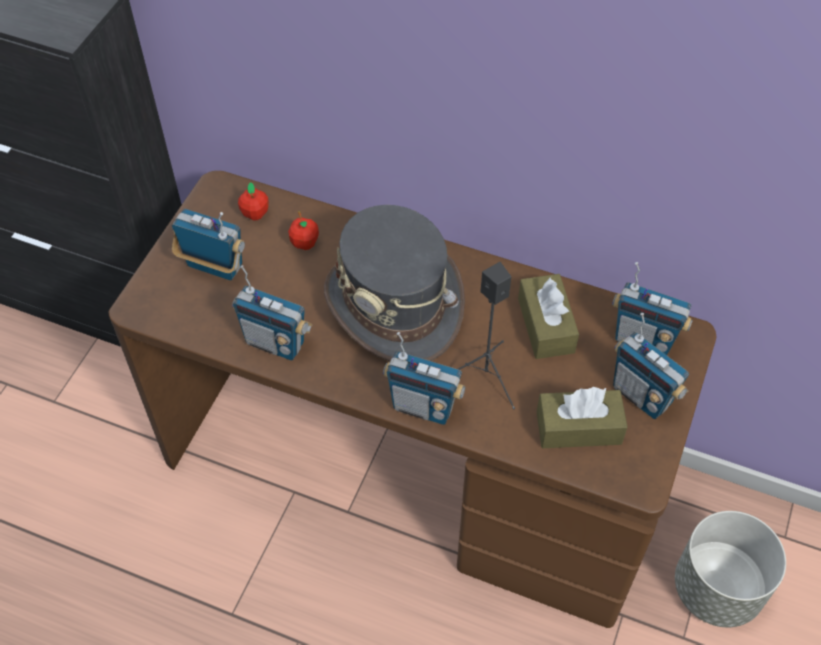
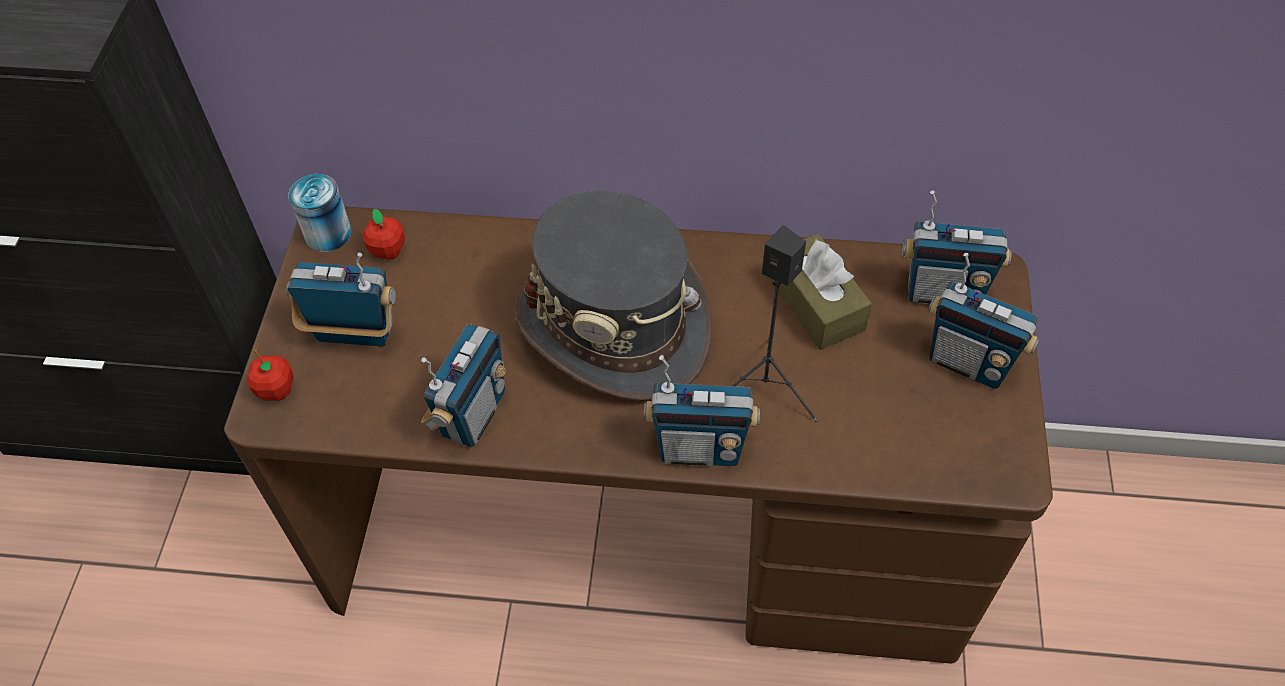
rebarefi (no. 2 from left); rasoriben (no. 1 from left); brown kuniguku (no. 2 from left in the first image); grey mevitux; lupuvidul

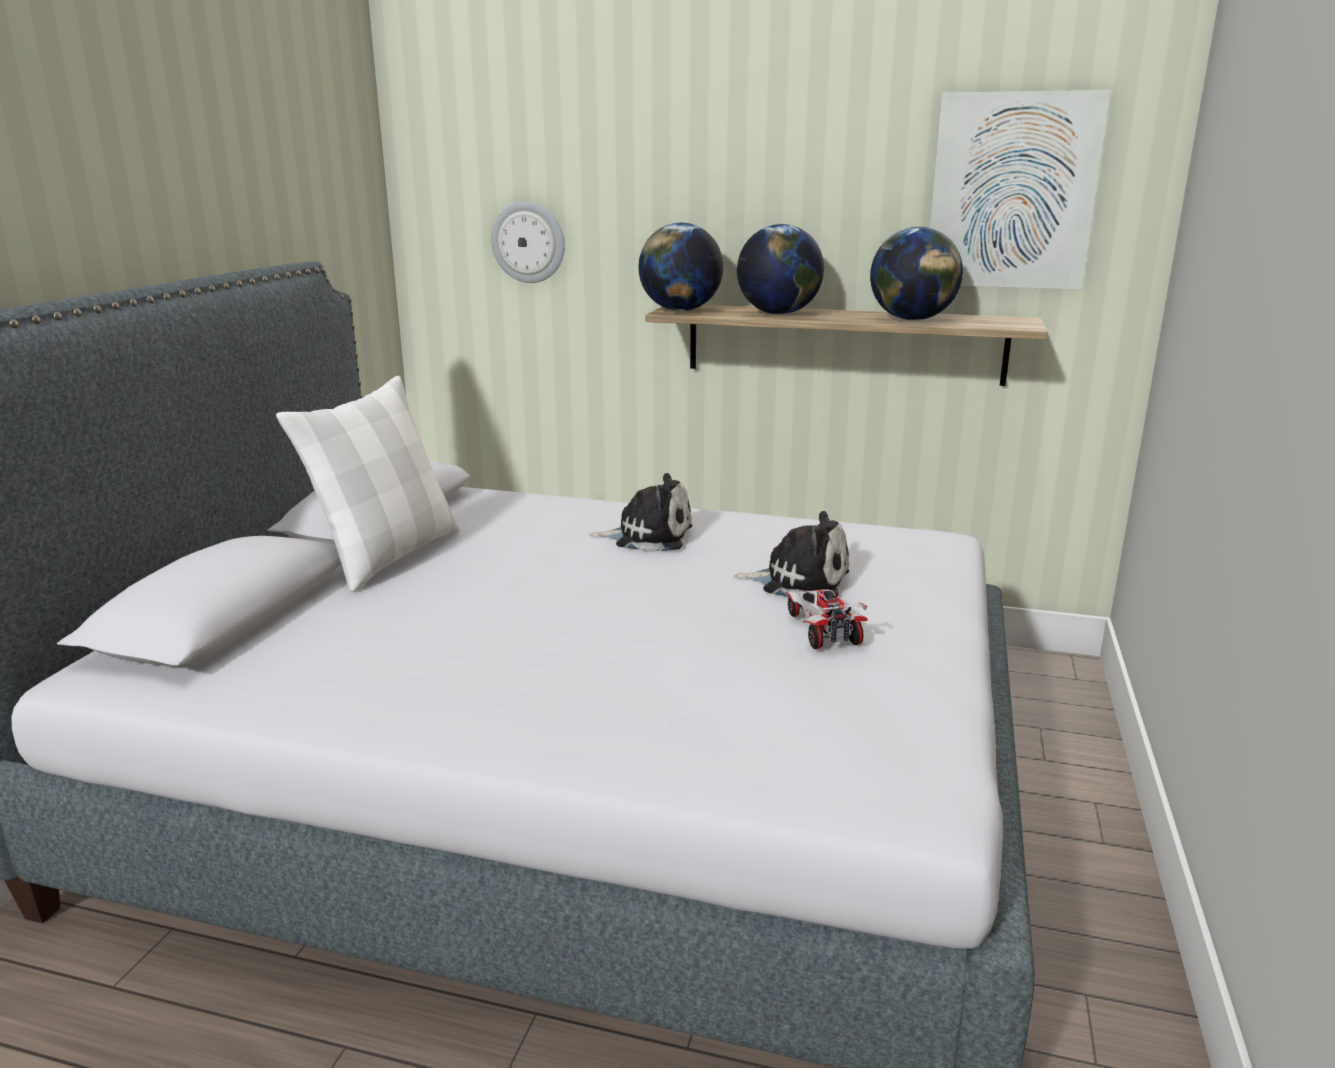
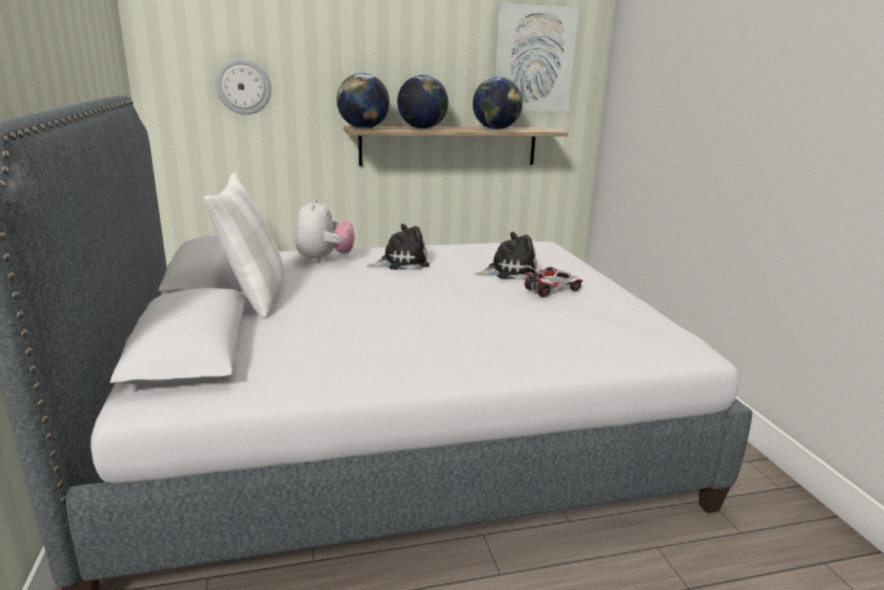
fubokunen; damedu (no. 1 from left)

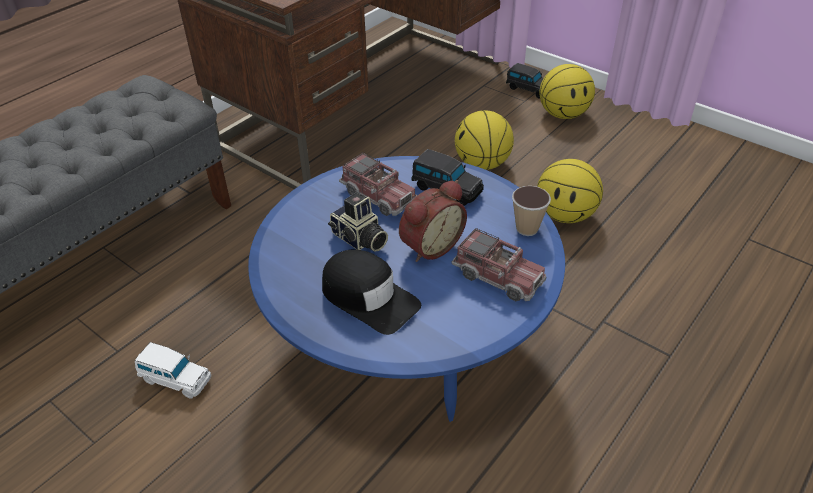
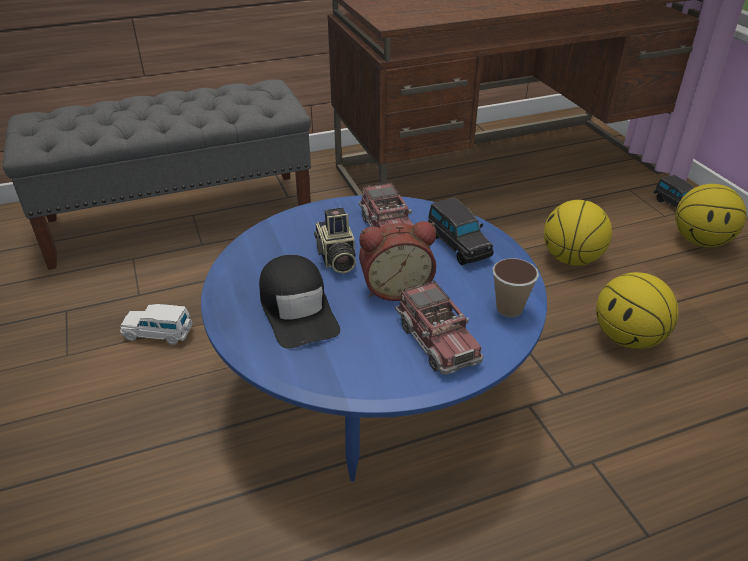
white fubokunen

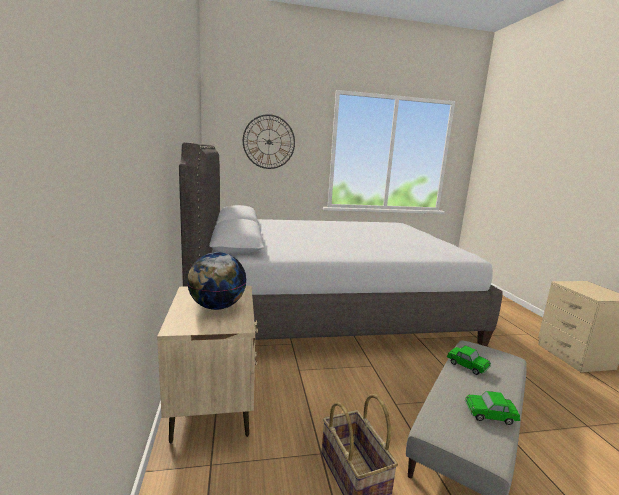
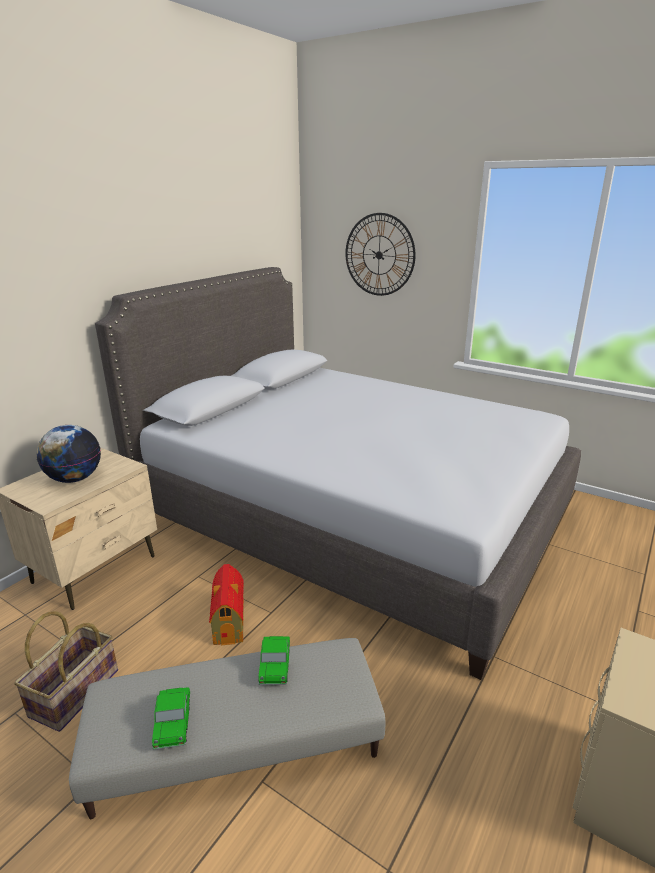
fubokunen (no. 1 from left); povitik

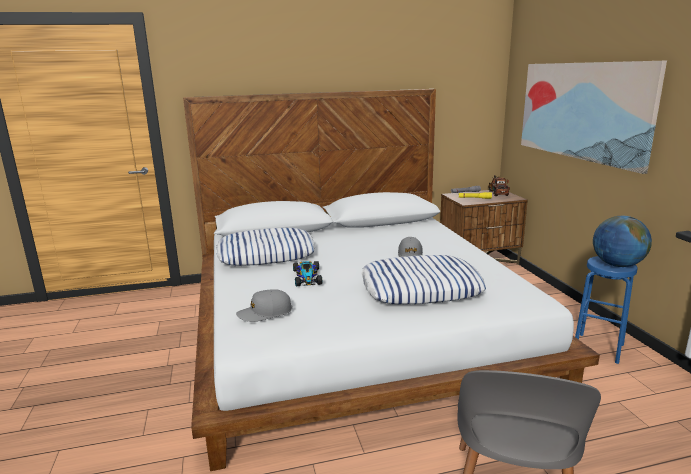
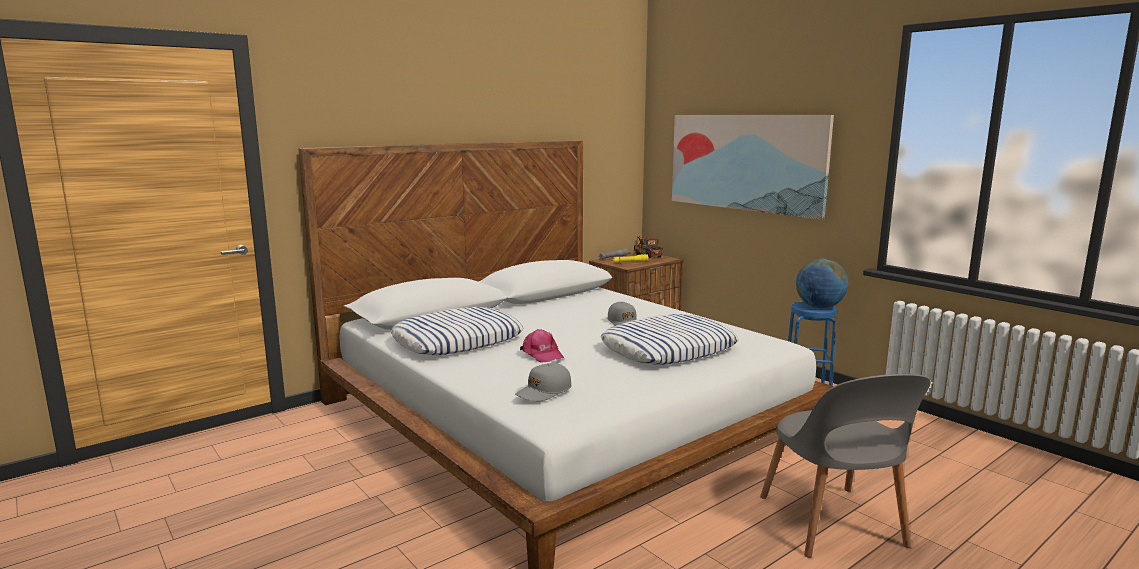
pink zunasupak

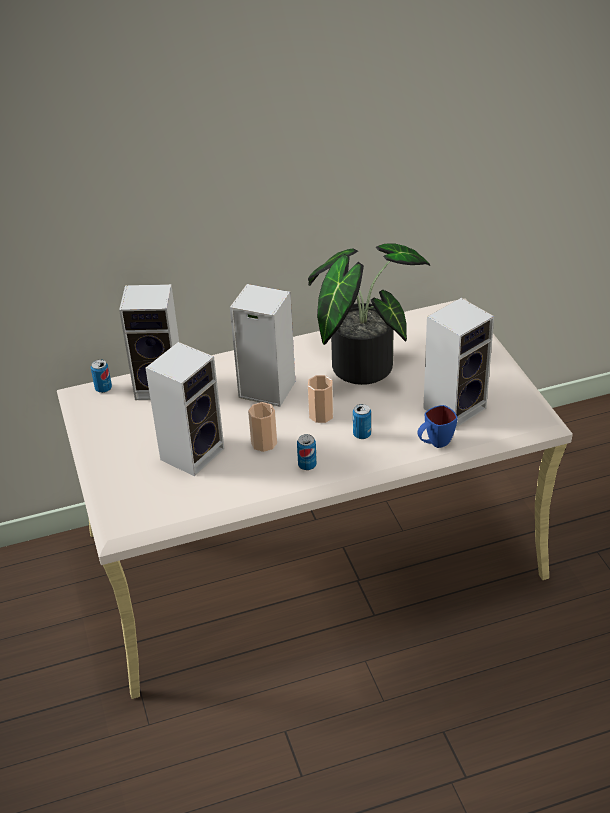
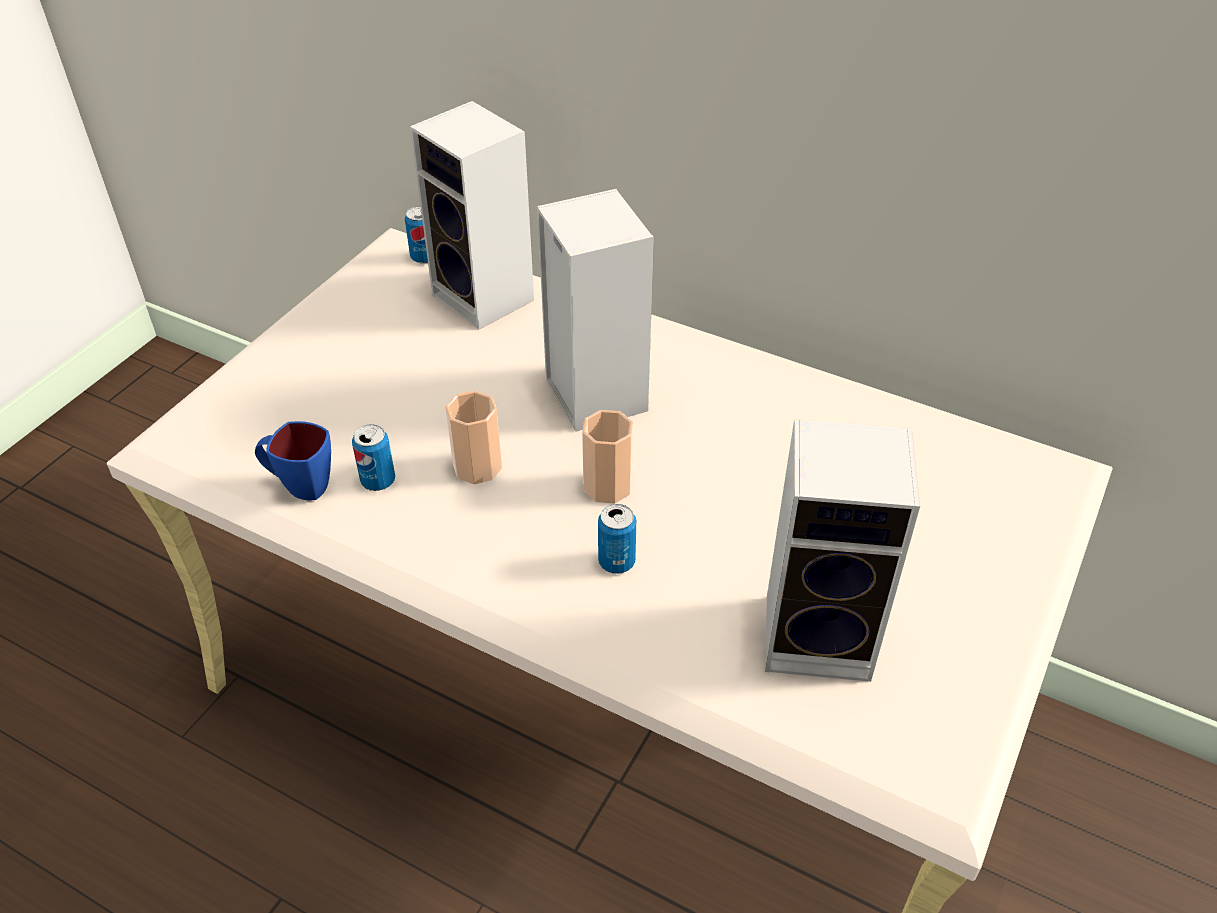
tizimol (no. 2 from left in the first image); lupuvidul (no. 1 from left); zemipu; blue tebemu

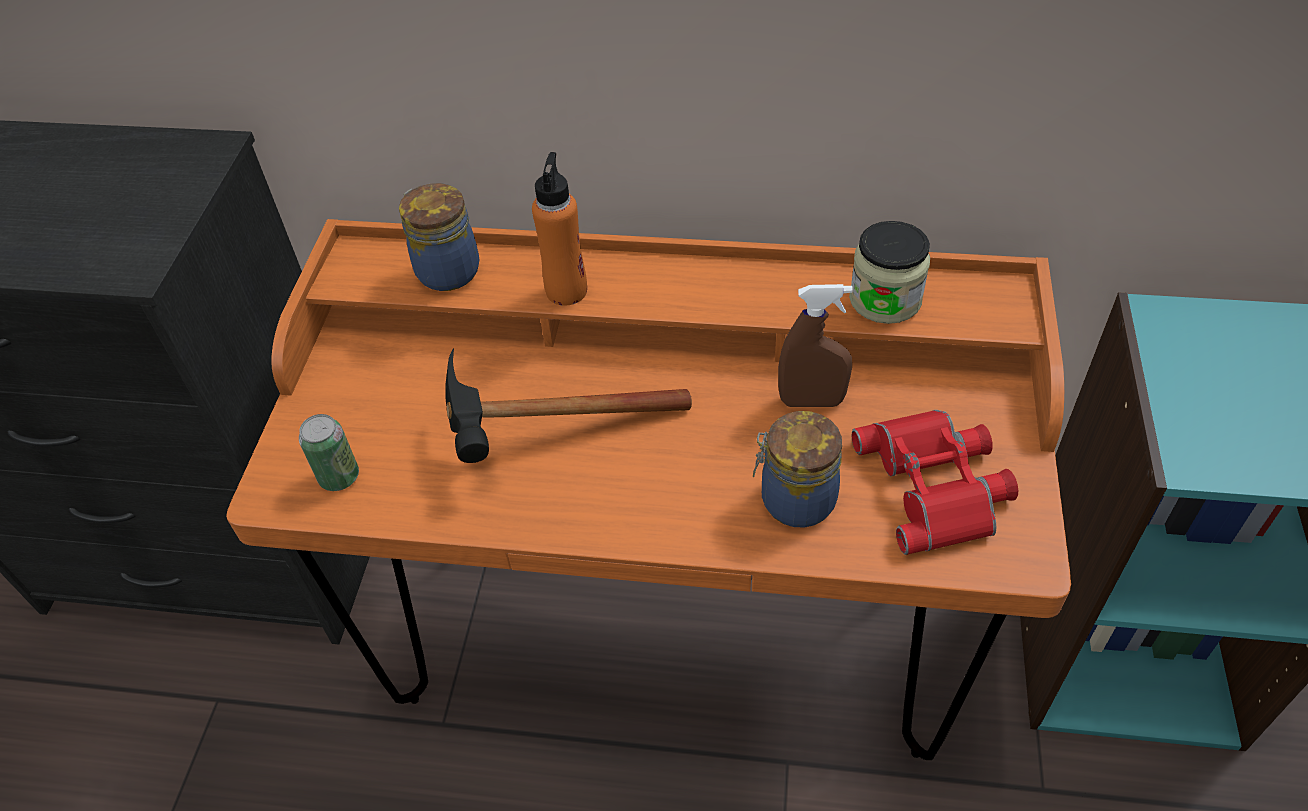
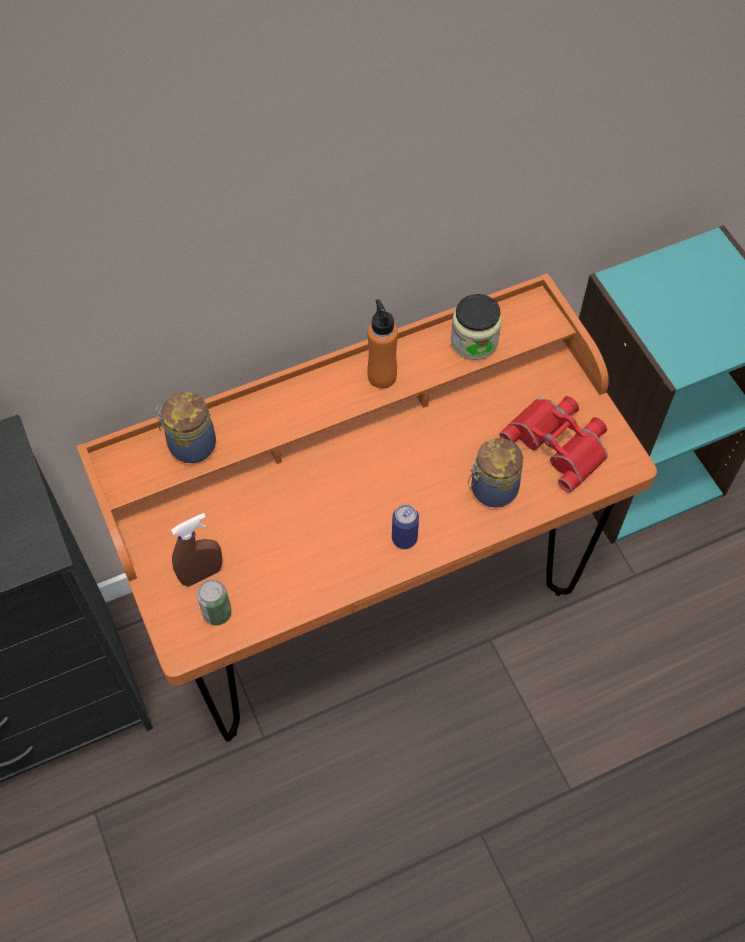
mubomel; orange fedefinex; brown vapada; lupuvidul (no. 2 from left)

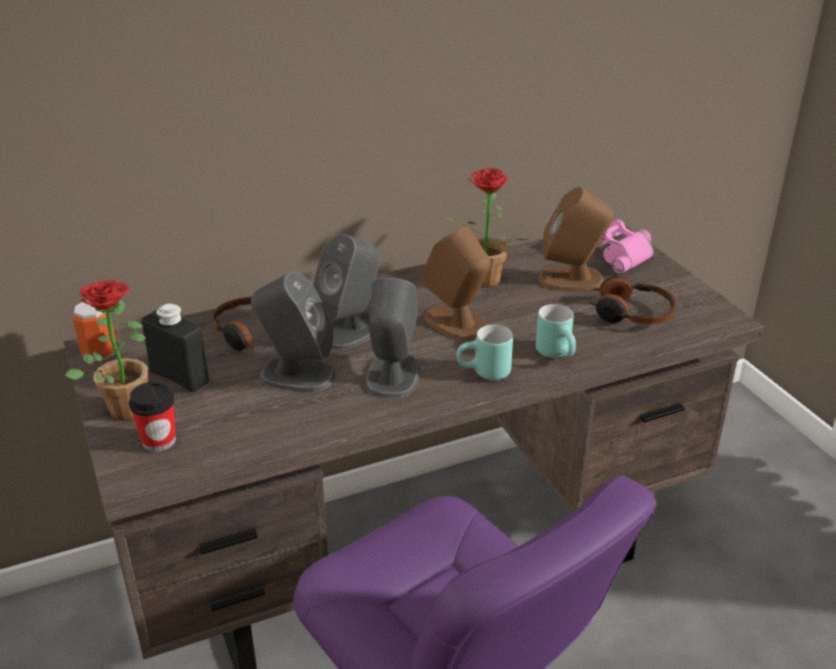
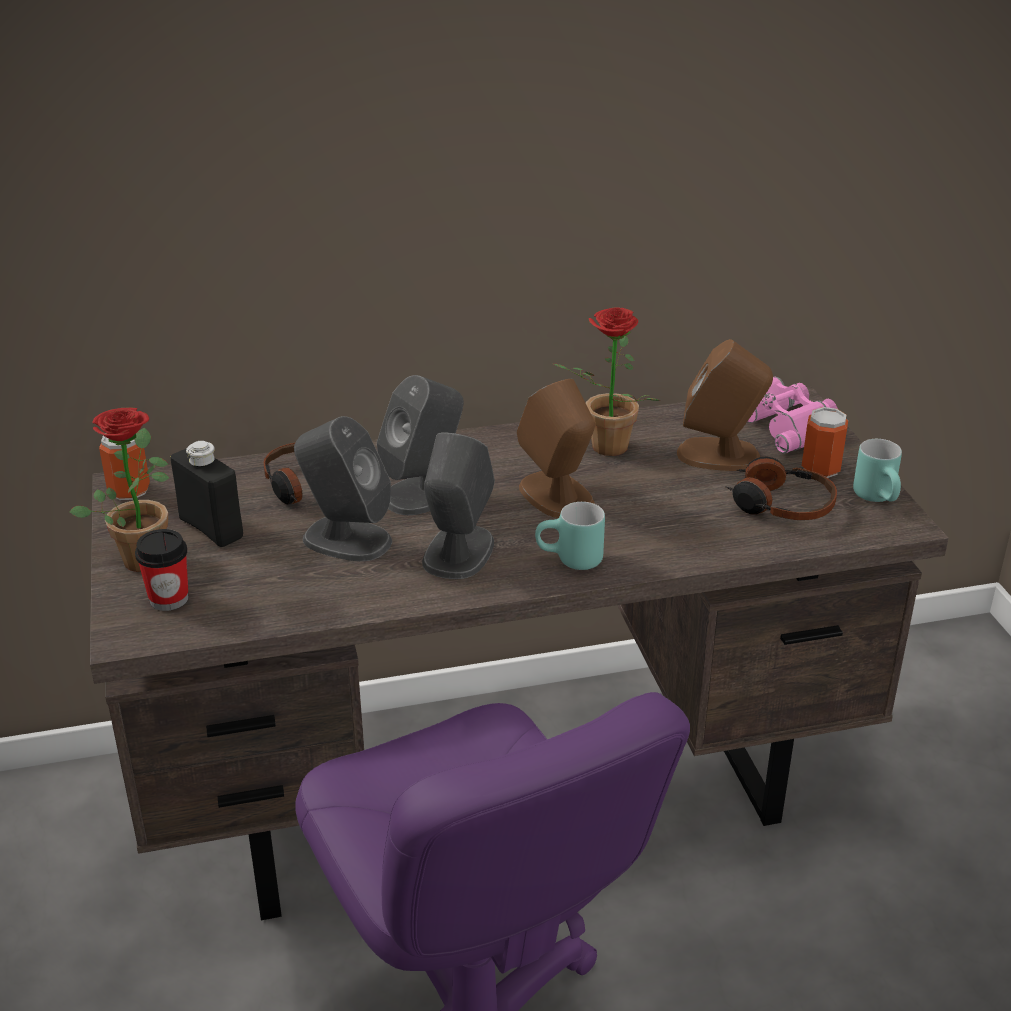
turquoise tebemu (no. 2 from left); lupuvidul (no. 2 from left)

